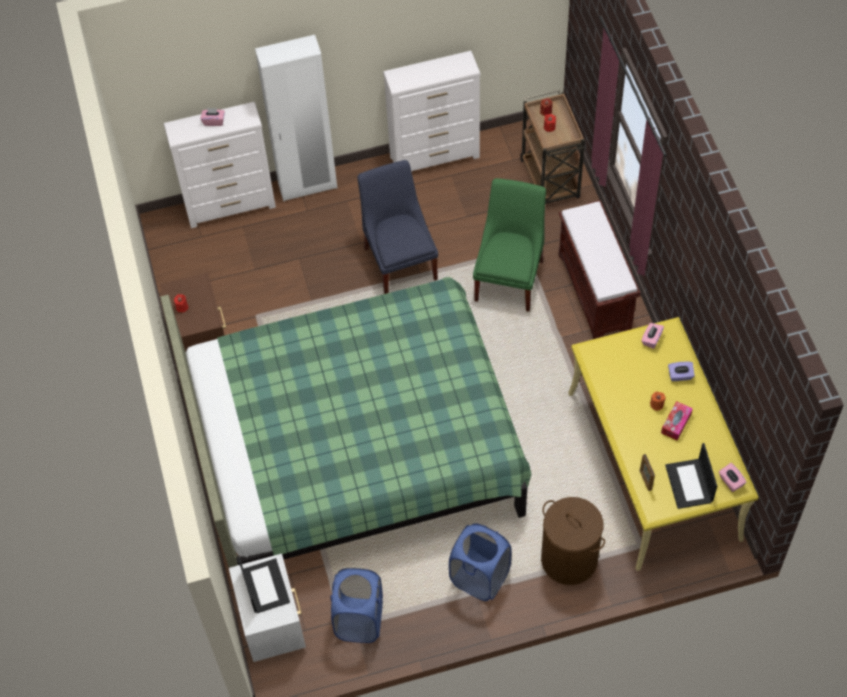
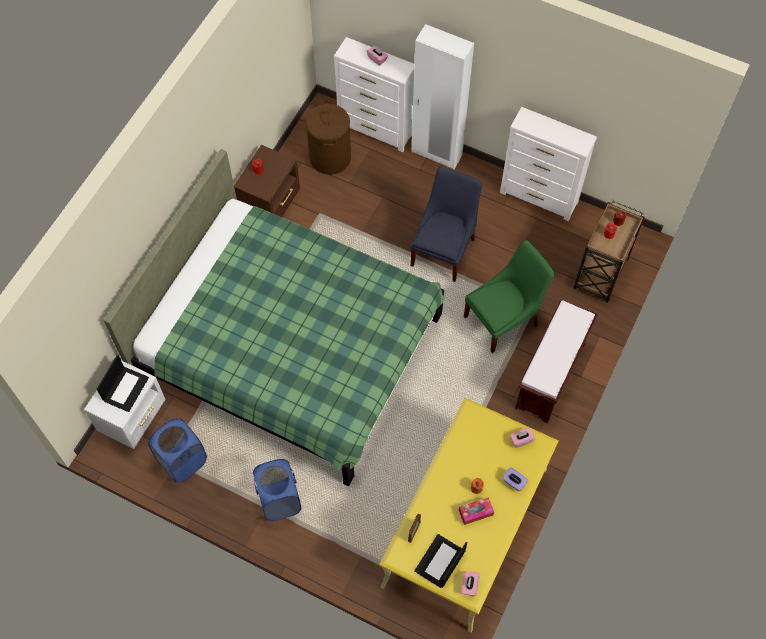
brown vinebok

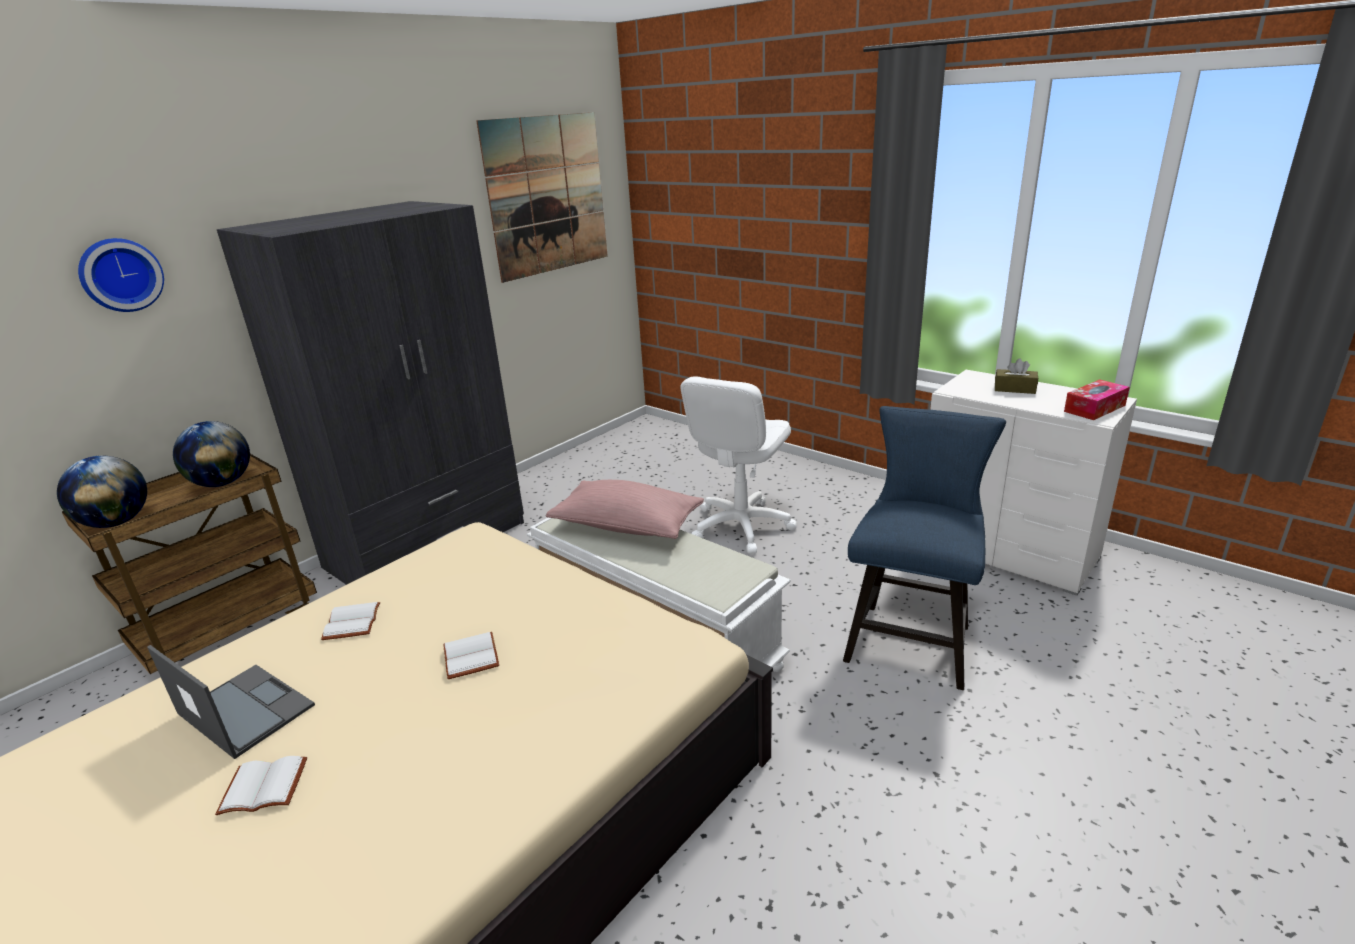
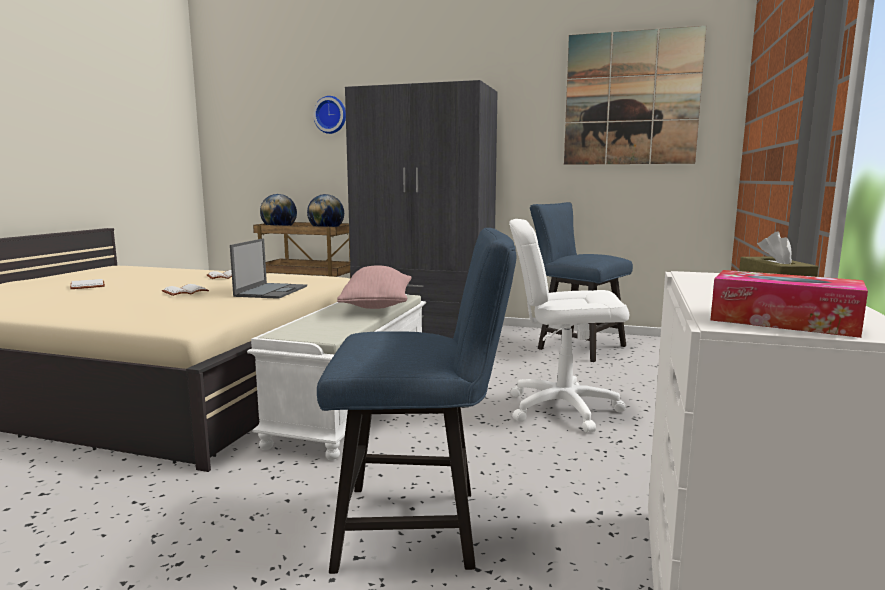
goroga; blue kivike (no. 2 from left)

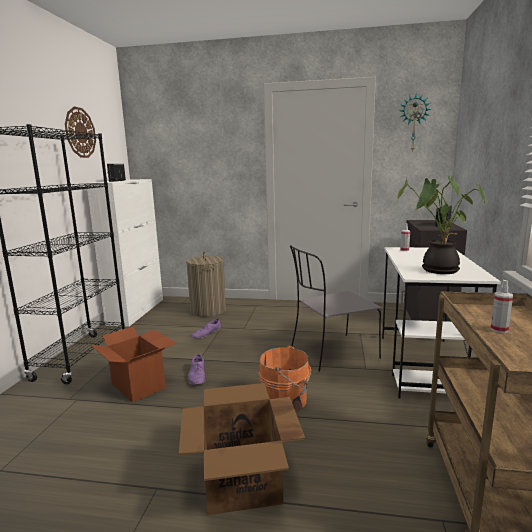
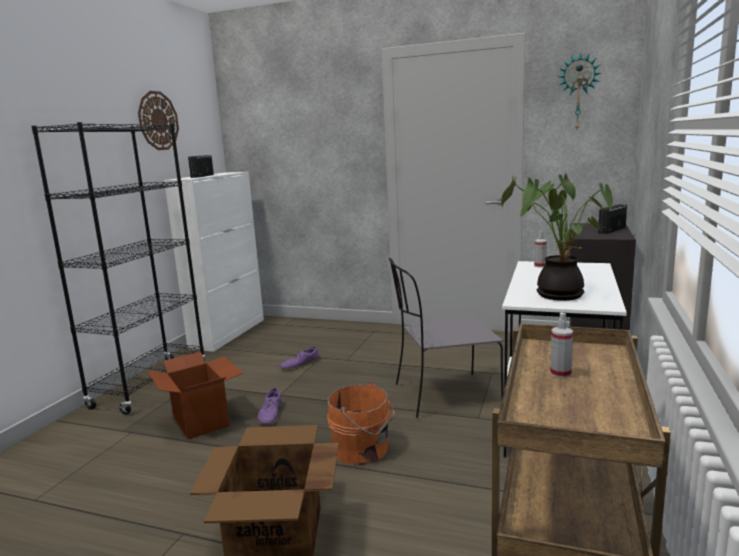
vinebok

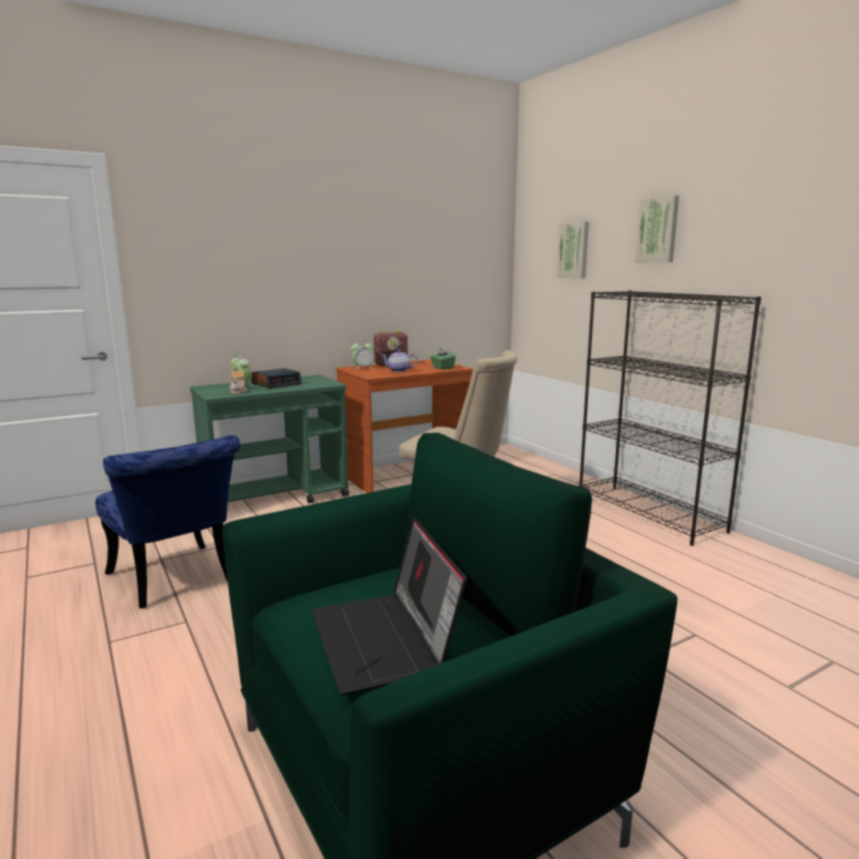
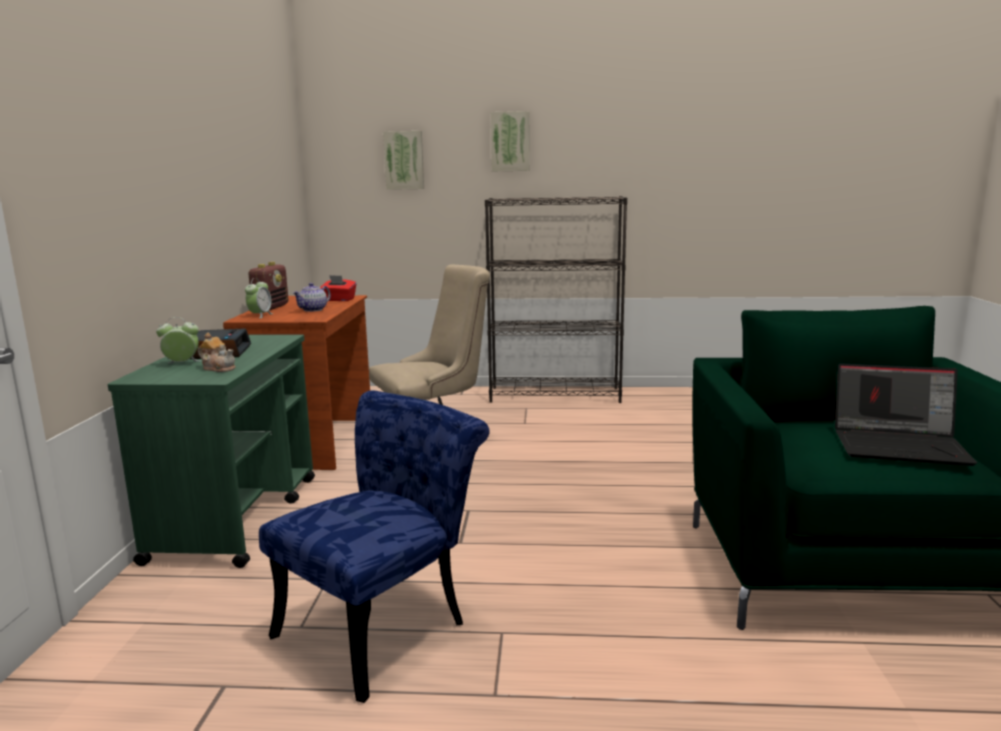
blue kivike; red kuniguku

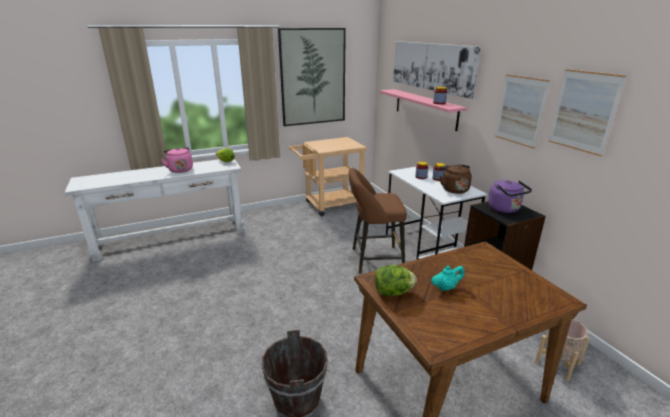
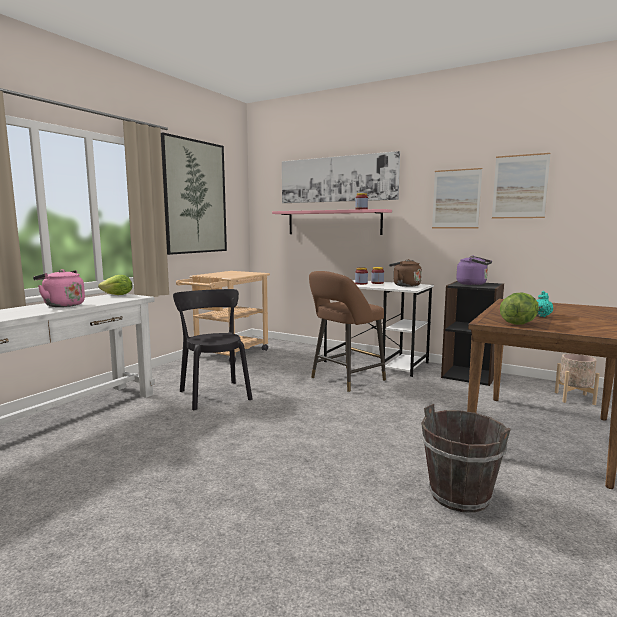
black kivike

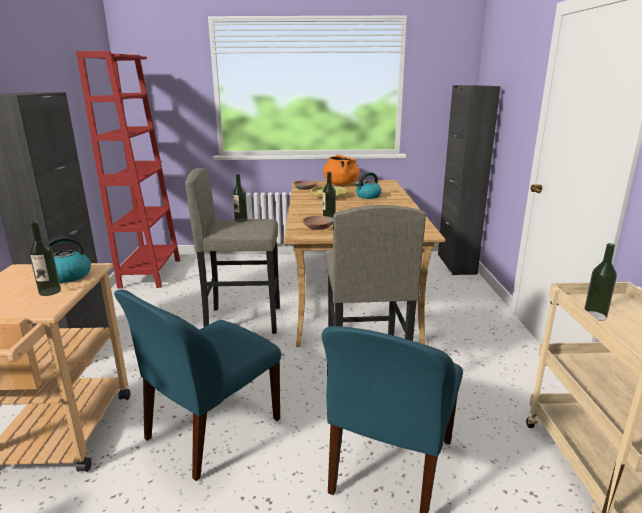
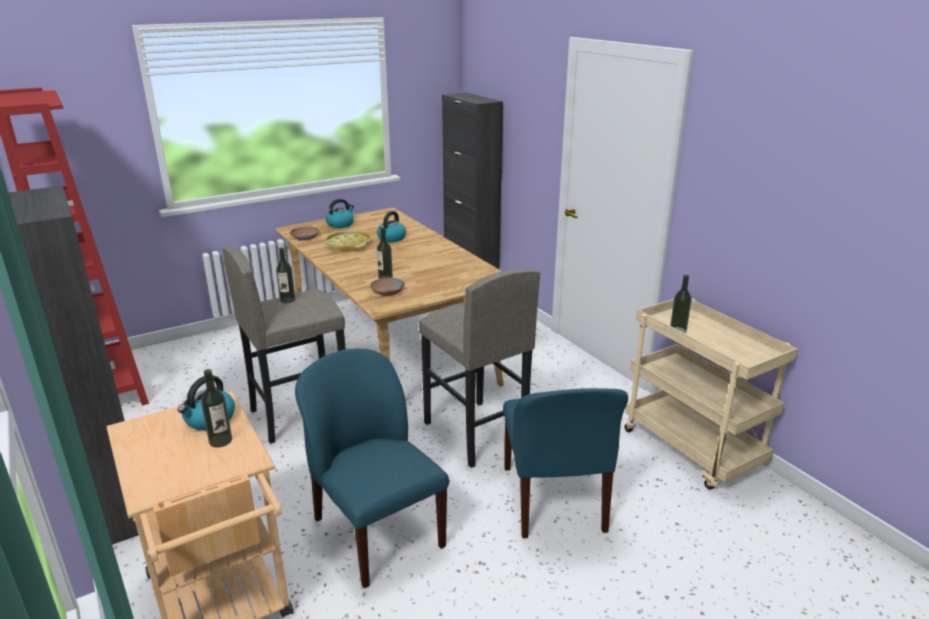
blue kivike (no. 1 from left); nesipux (no. 2 from left)

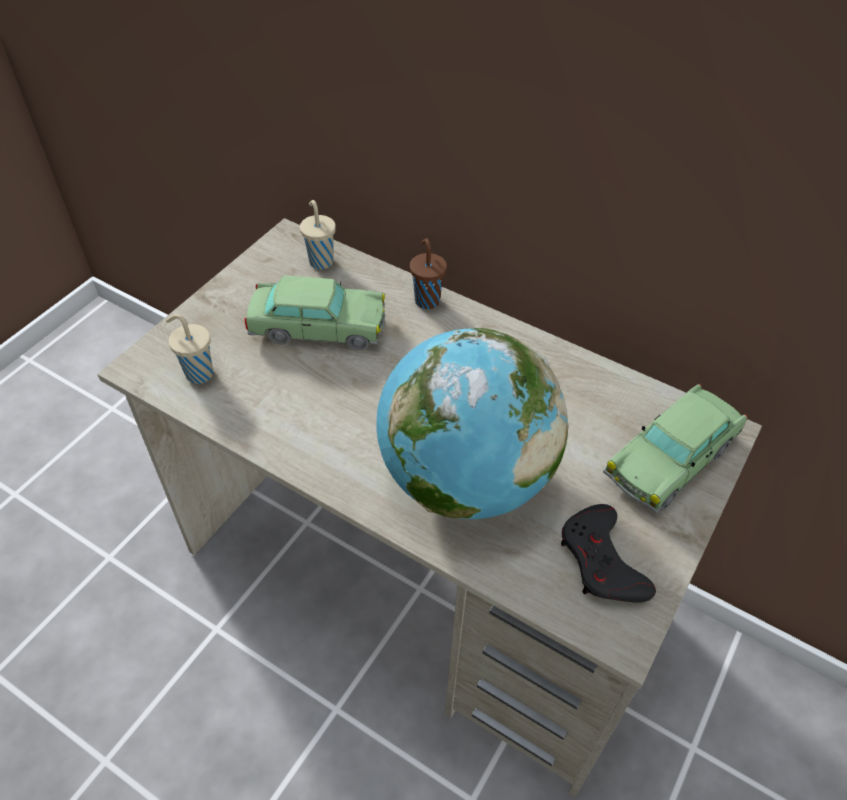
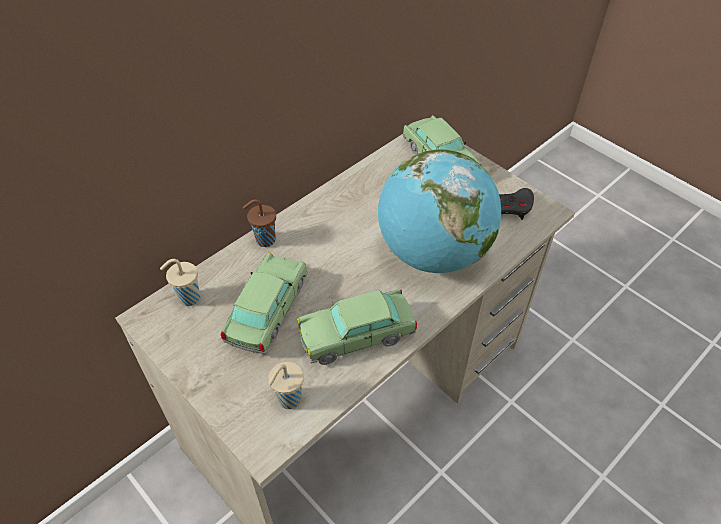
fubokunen (no. 2 from left)

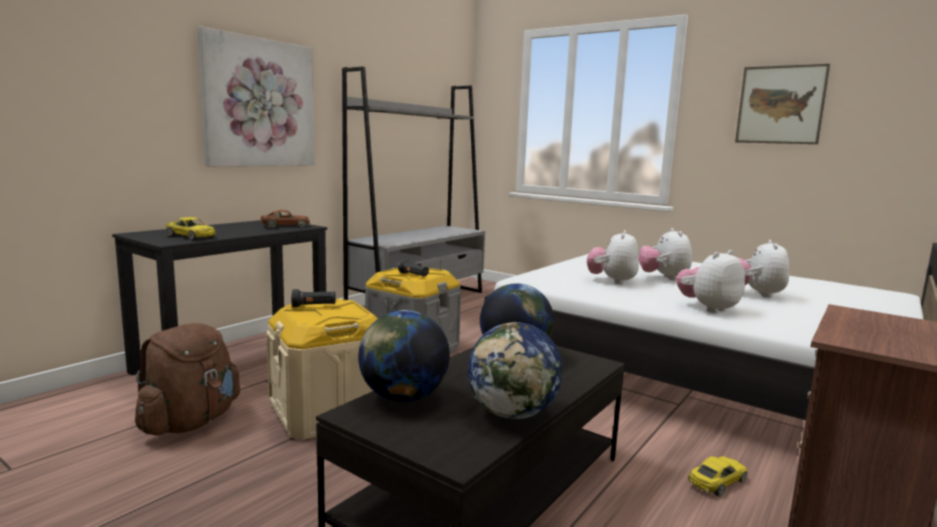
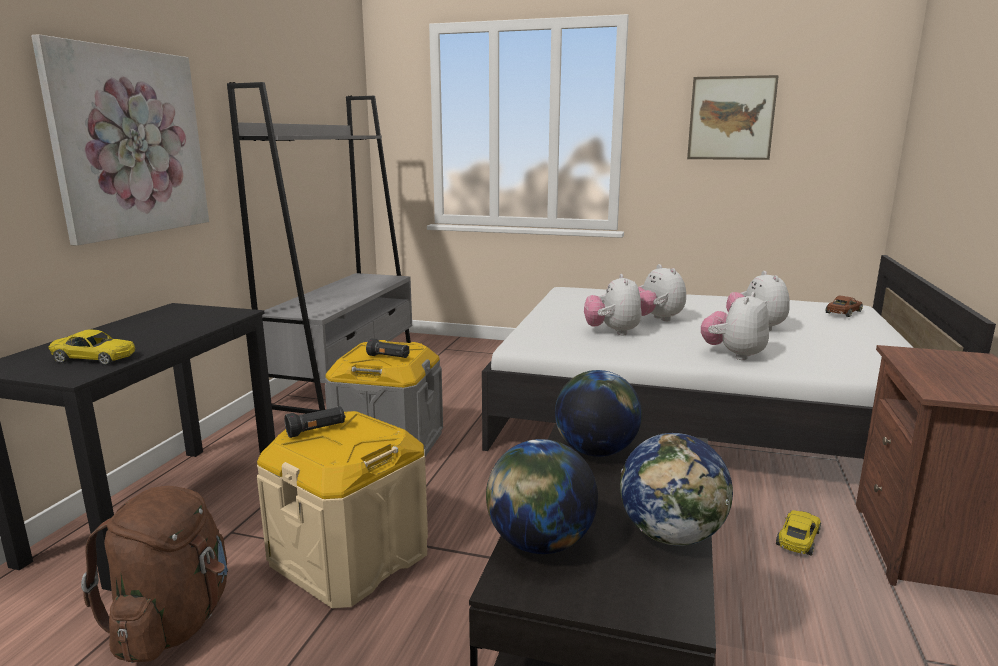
brown fubokunen

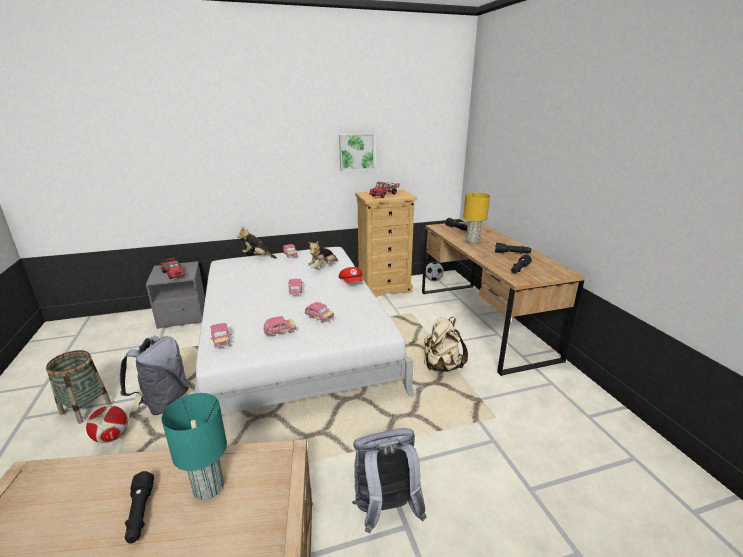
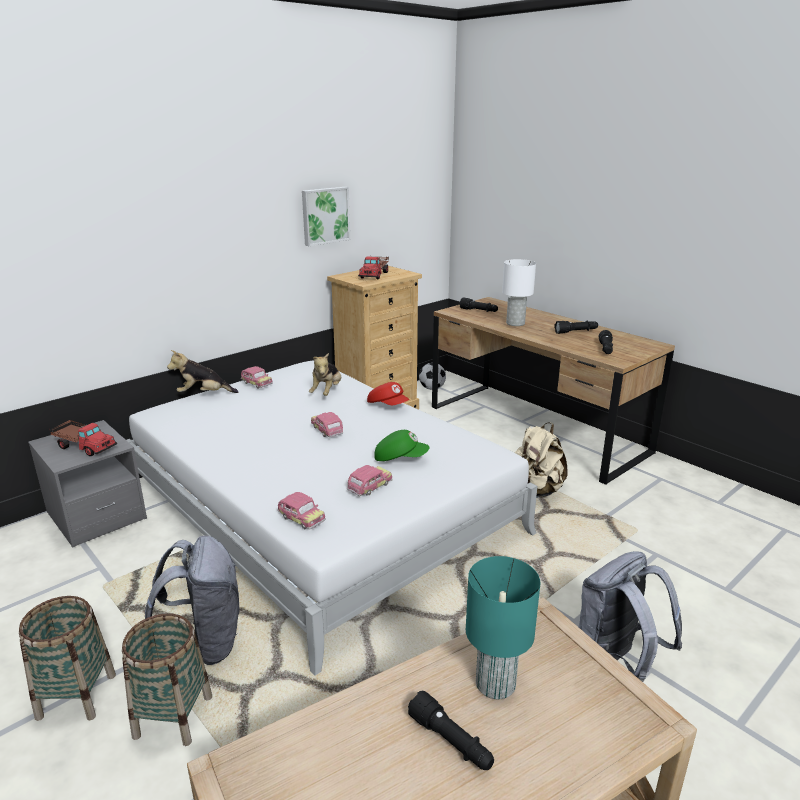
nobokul (no. 2 from left); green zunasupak; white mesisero

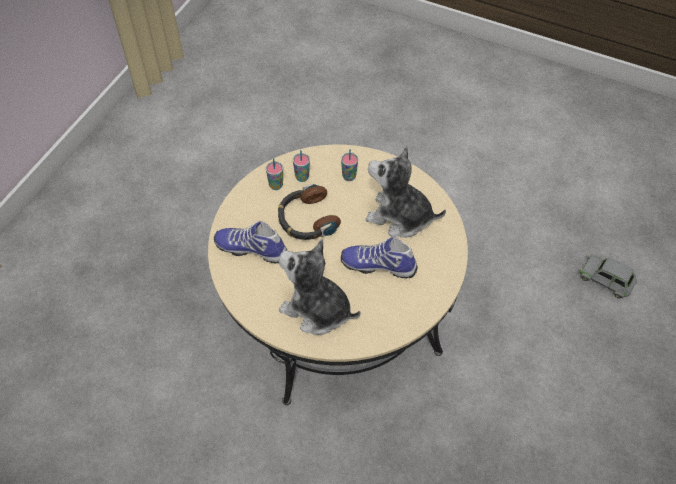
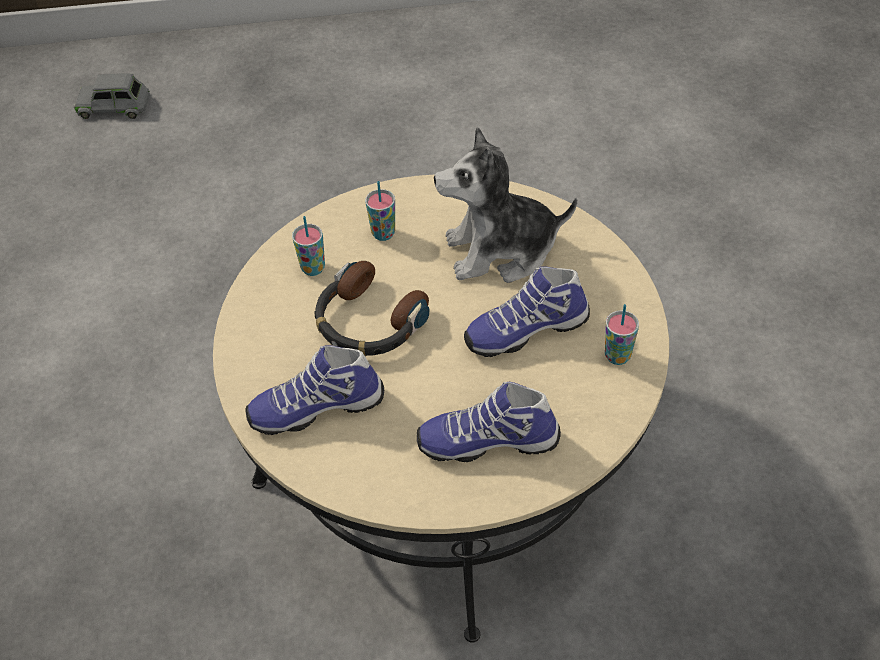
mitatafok (no. 3 from left); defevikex (no. 2 from left); grey fubokunen

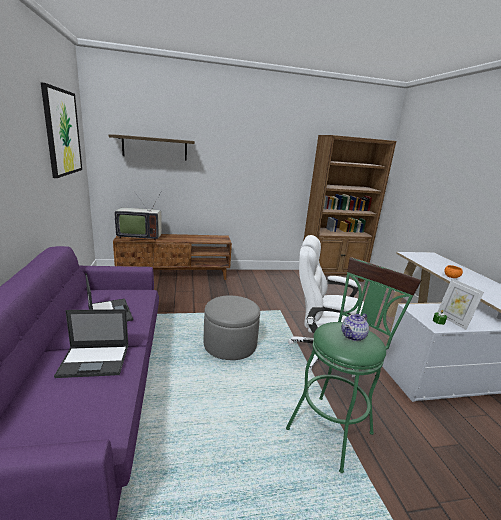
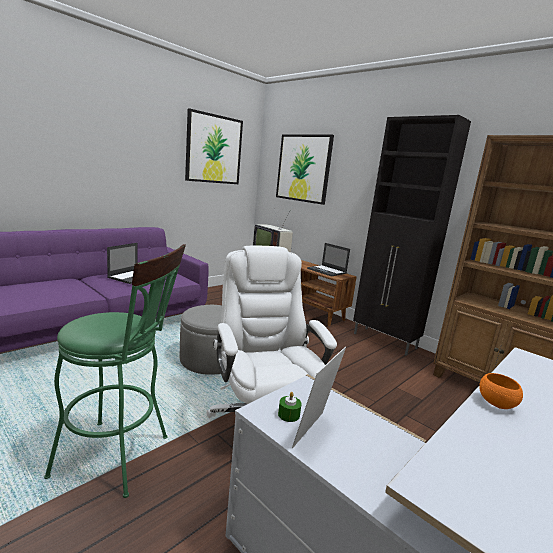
goroga (no. 2 from left); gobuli (no. 2 from left); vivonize; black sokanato

